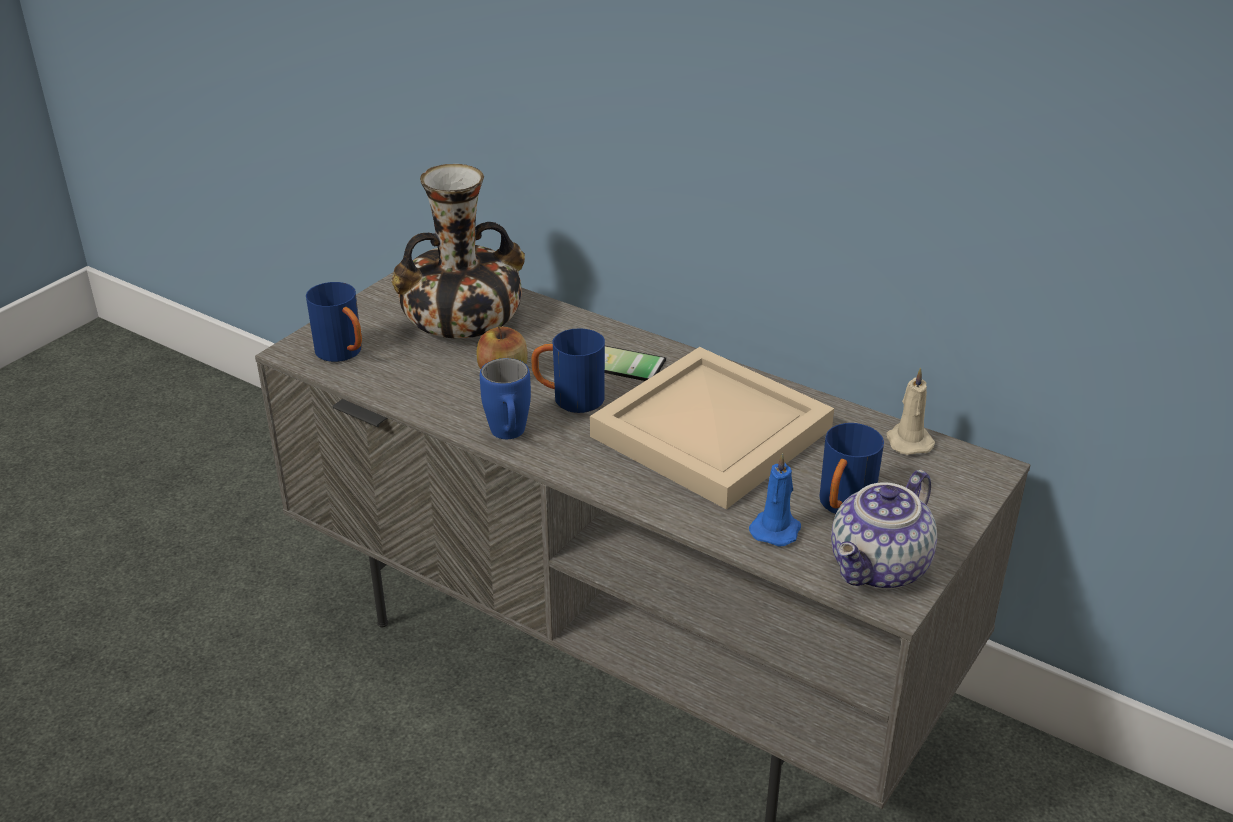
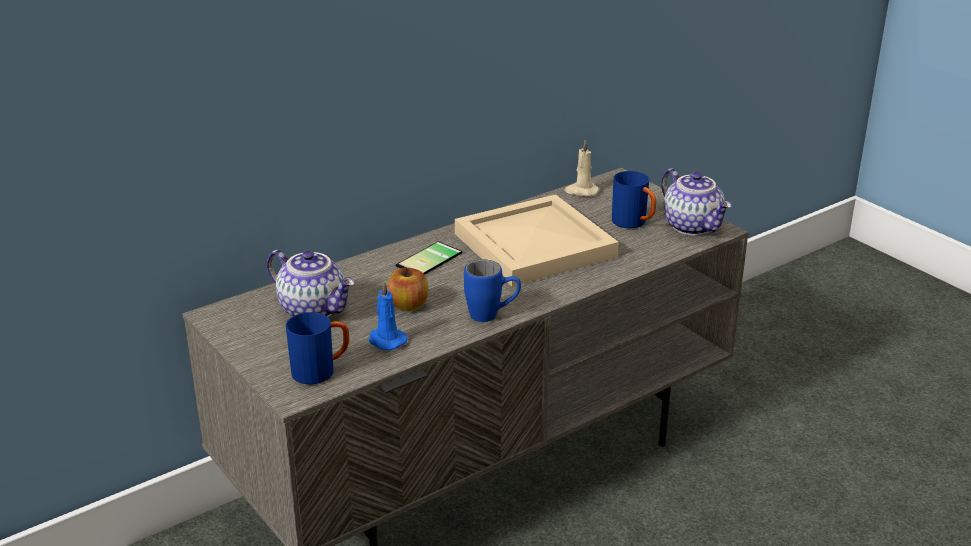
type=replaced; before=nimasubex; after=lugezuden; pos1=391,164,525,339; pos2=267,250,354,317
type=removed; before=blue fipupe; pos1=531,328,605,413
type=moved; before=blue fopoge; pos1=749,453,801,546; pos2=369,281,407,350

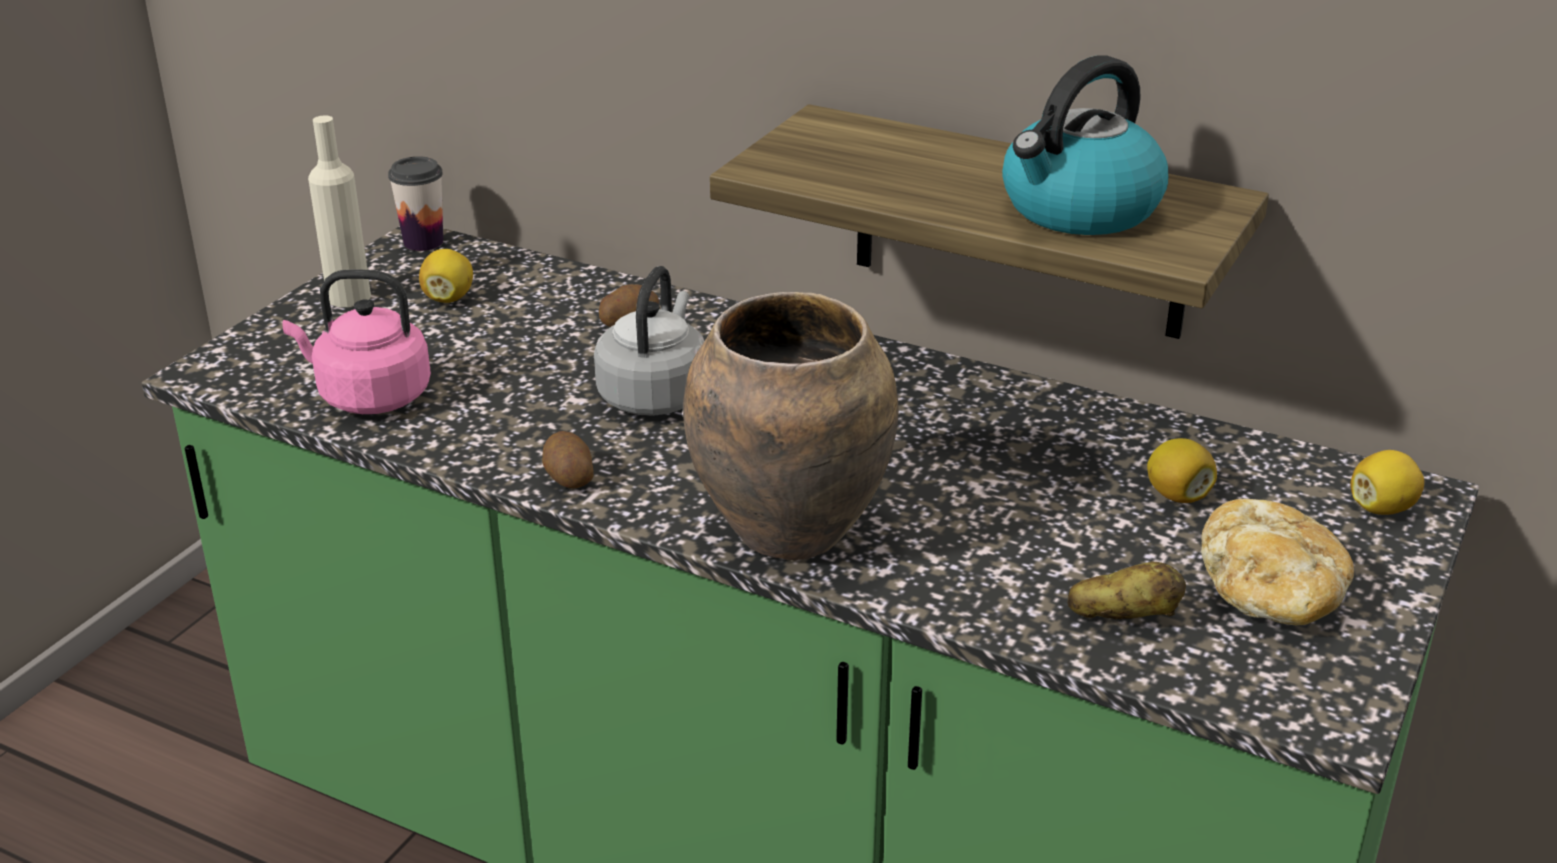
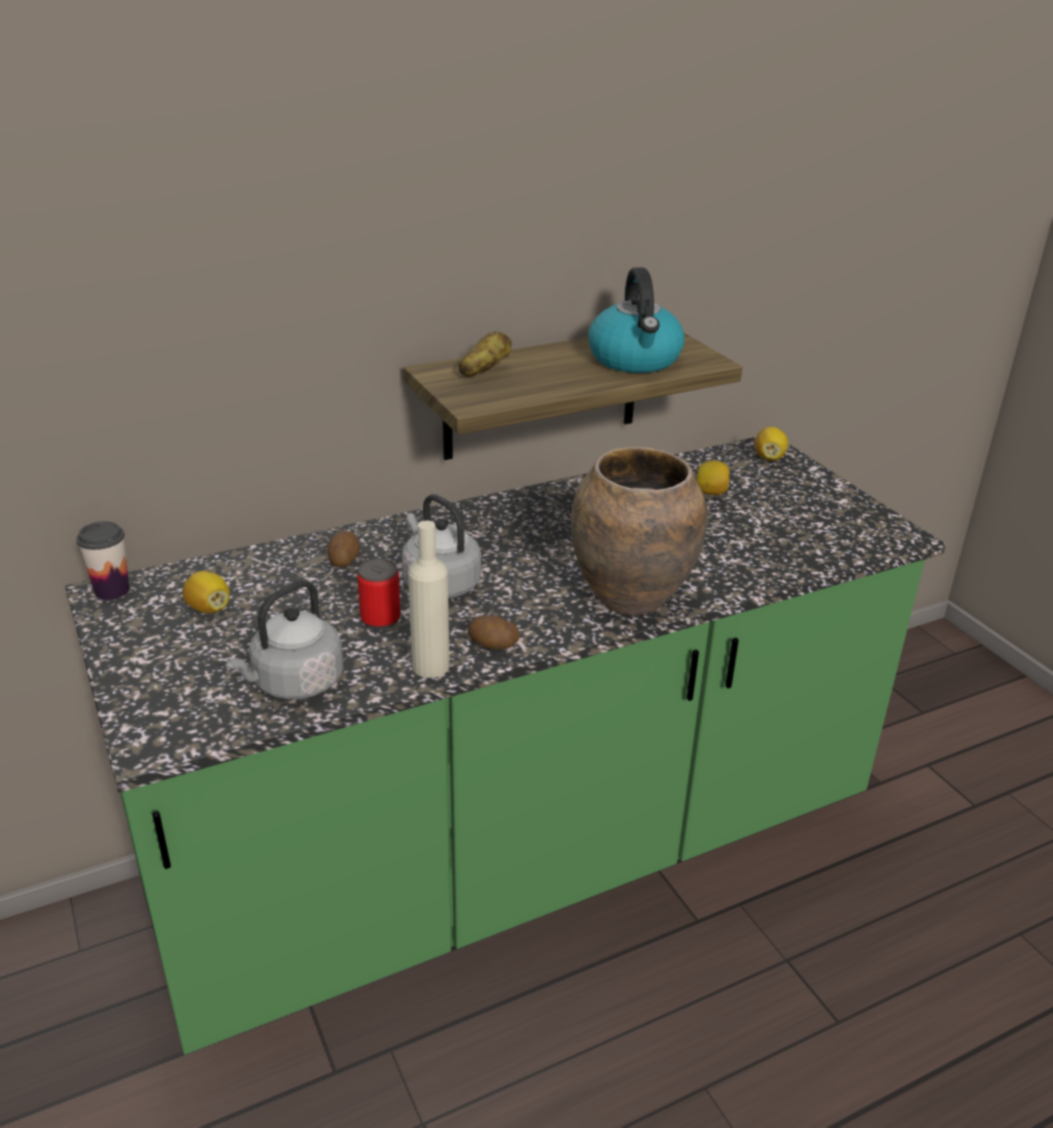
type=recoloured; before=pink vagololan; after=grey vagololan; pos1=283,270,431,414; pos2=227,580,343,699
type=moved; before=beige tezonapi; pos1=308,116,371,307; pos2=408,521,450,678
type=moved; before=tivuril; pos1=1068,561,1186,619; pos2=459,331,511,377
type=removed; before=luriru; pos1=1201,499,1354,625
type=added; after=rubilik; pos2=357,559,401,629

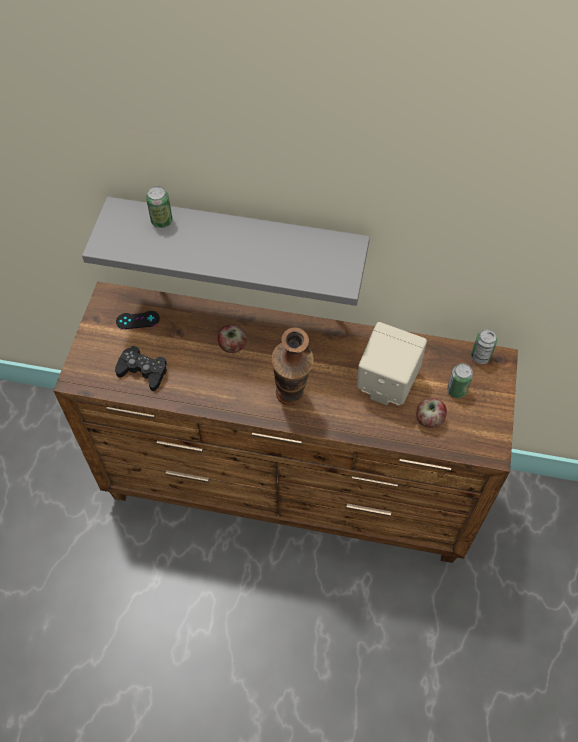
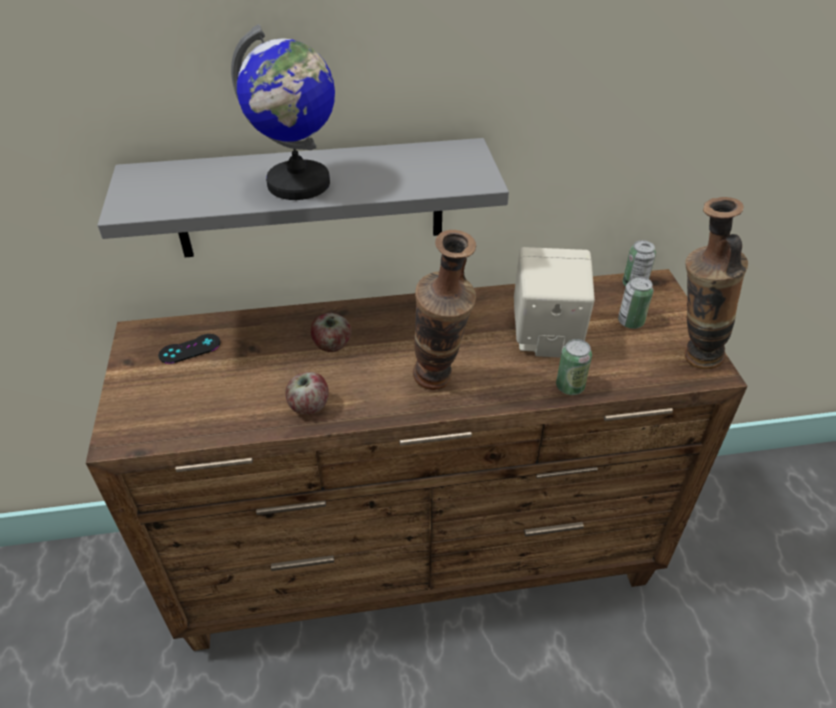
type=removed; before=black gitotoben; pos1=115,346,167,391
type=moved; before=rubilik; pos1=146,186,173,228; pos2=556,339,592,395
type=moved; before=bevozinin; pos1=416,398,447,428; pos2=286,372,329,415
type=added; after=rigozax; pos2=231,24,335,200
type=added; after=nimasubex; pos2=685,197,748,369

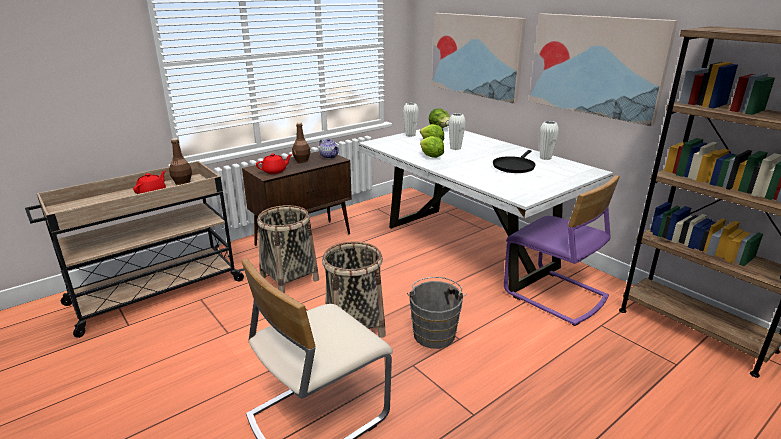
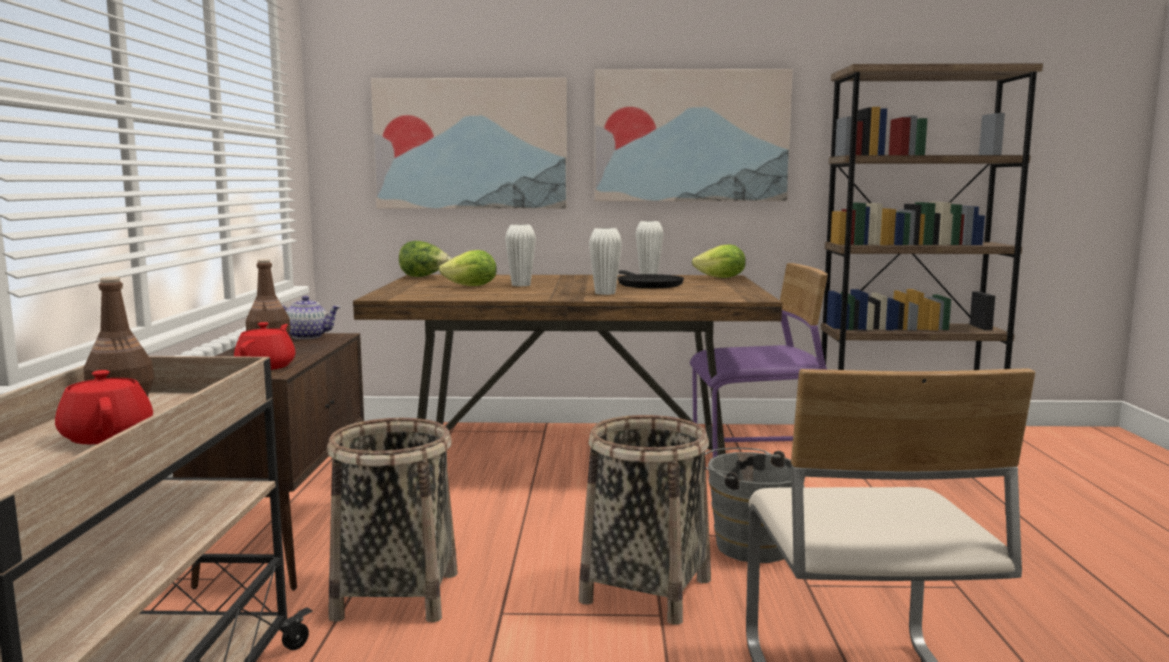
type=recoloured; before=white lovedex; after=brown lovedex; pos1=359,126,613,292; pos2=353,274,783,456
type=moved; before=white nimasubex; pos1=403,103,419,137; pos2=589,228,622,295
type=moved; before=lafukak; pos1=420,136,444,158; pos2=692,244,746,278

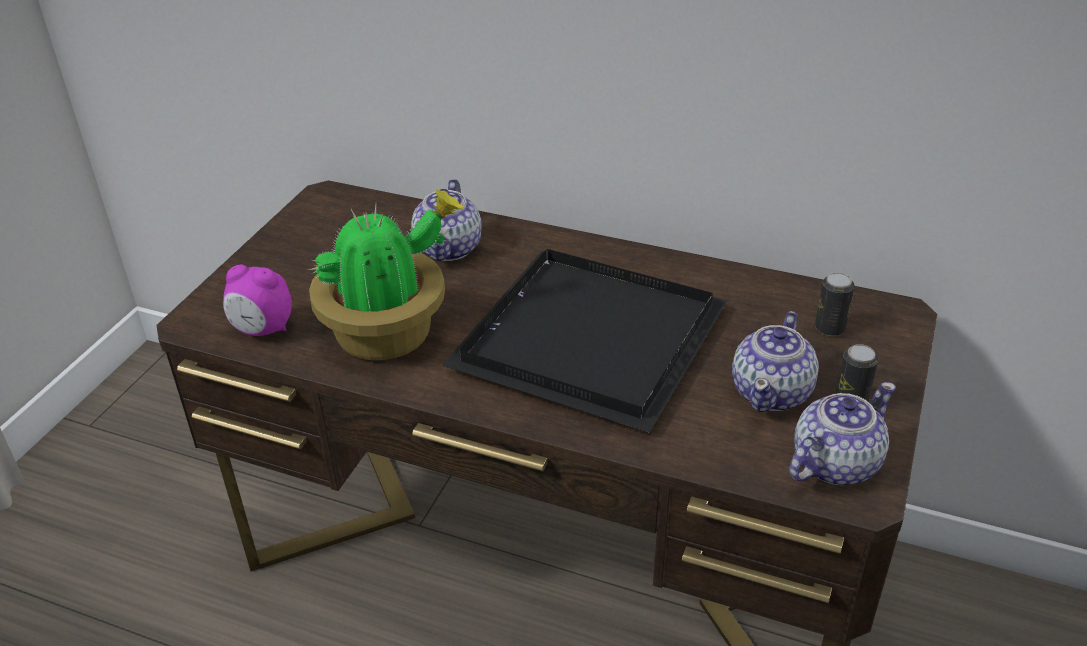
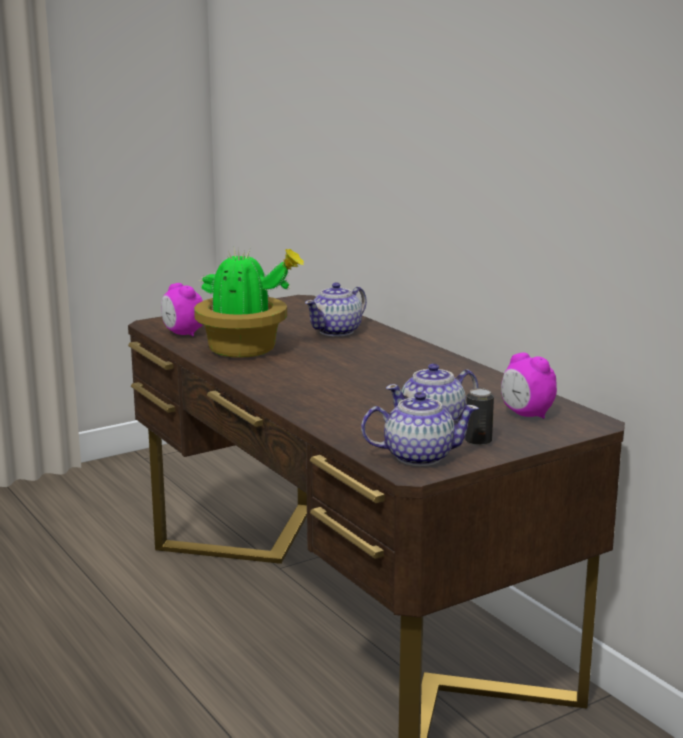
type=removed; before=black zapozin; pos1=442,249,727,433
type=replaced; before=rubilik; after=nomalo; pos1=815,273,855,336; pos2=501,353,557,419

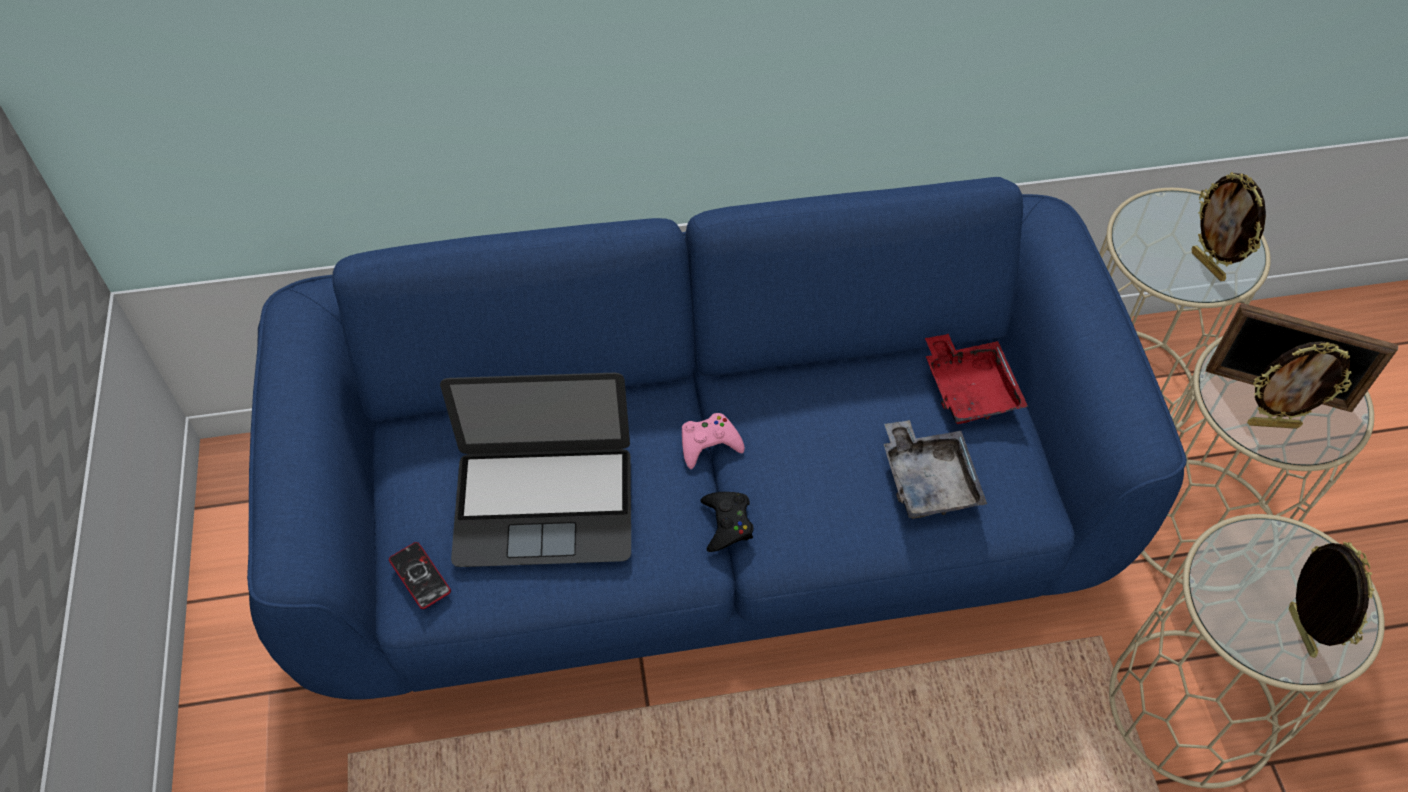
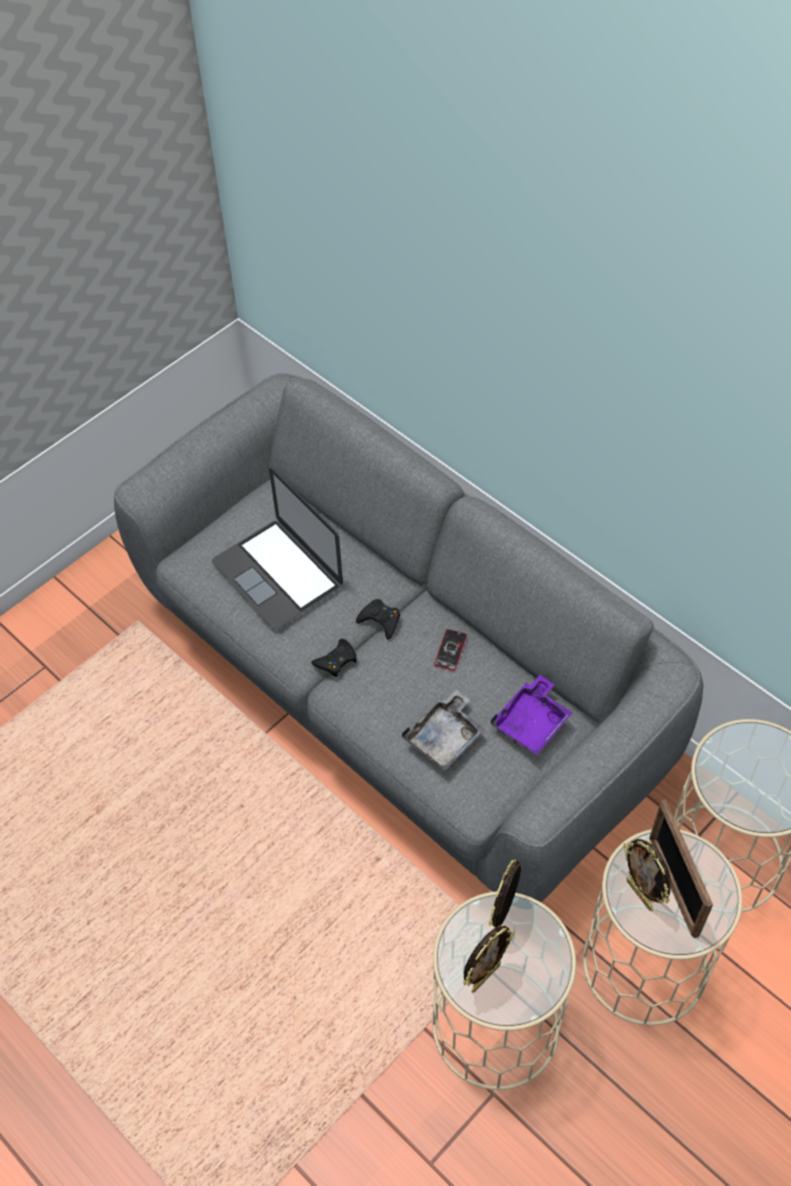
type=recoloured; before=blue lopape; after=grey lopape; pos1=247,177,1187,700; pos2=114,373,703,902
type=moved; before=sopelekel; pos1=389,542,451,609; pos2=434,629,467,671
type=recoloured; before=pink gitotoben; after=black gitotoben; pos1=682,413,745,469; pos2=356,599,400,640
type=recoloured; before=red zapozin; after=purple zapozin; pos1=925,334,1028,424; pos2=491,675,572,755
type=moved; before=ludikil; pos1=1192,172,1266,281; pos2=488,860,521,928

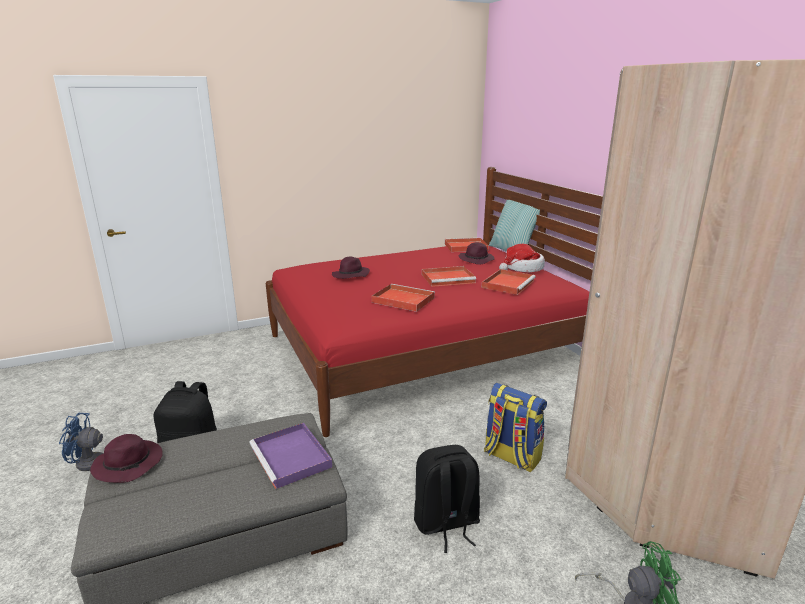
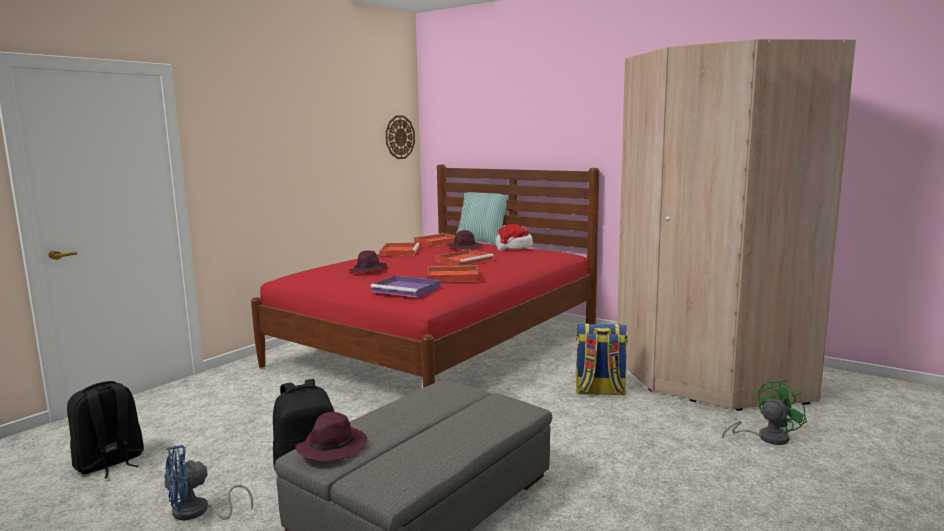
type=moved; before=purple zapozin; pos1=249,423,332,489; pos2=370,275,441,298
type=moved; before=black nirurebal; pos1=414,445,480,553; pos2=67,381,144,478
type=moved; before=red zapozin; pos1=482,269,536,295; pos2=379,243,420,256
type=added; after=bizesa; pos2=386,116,415,159

